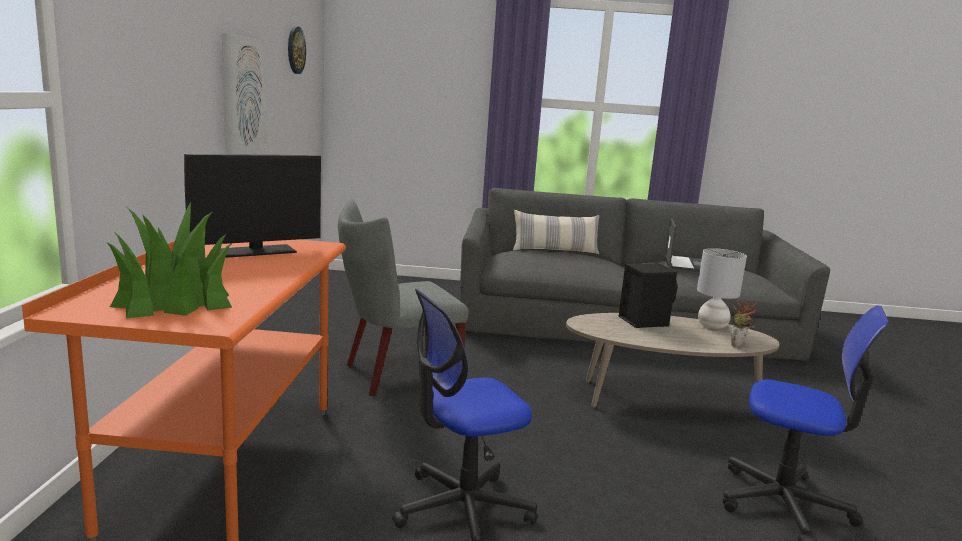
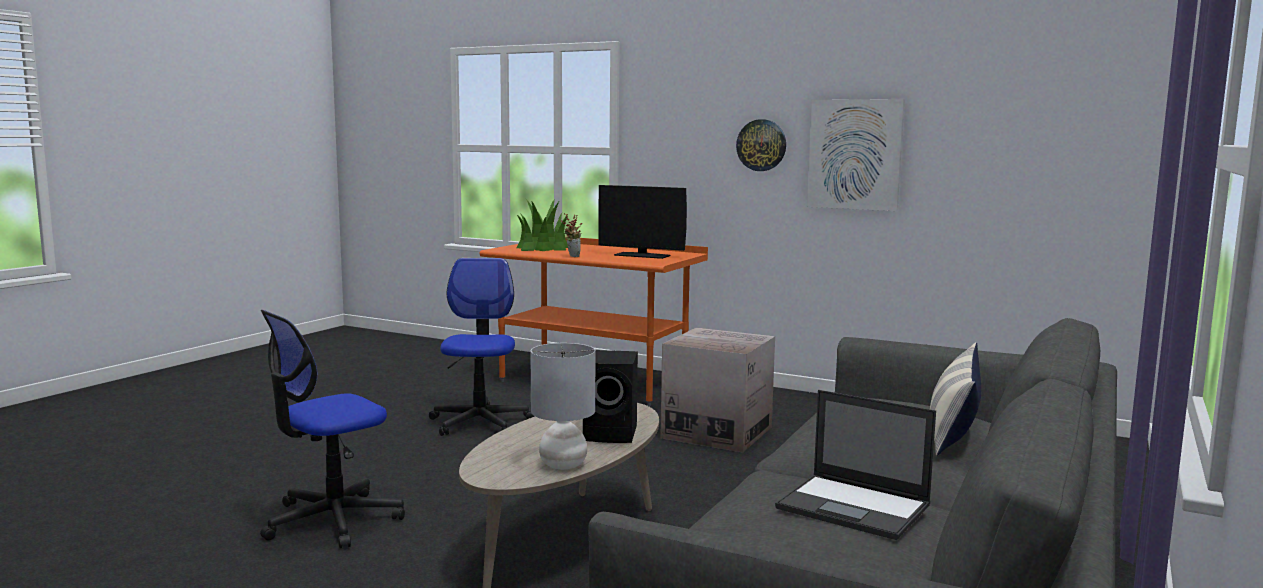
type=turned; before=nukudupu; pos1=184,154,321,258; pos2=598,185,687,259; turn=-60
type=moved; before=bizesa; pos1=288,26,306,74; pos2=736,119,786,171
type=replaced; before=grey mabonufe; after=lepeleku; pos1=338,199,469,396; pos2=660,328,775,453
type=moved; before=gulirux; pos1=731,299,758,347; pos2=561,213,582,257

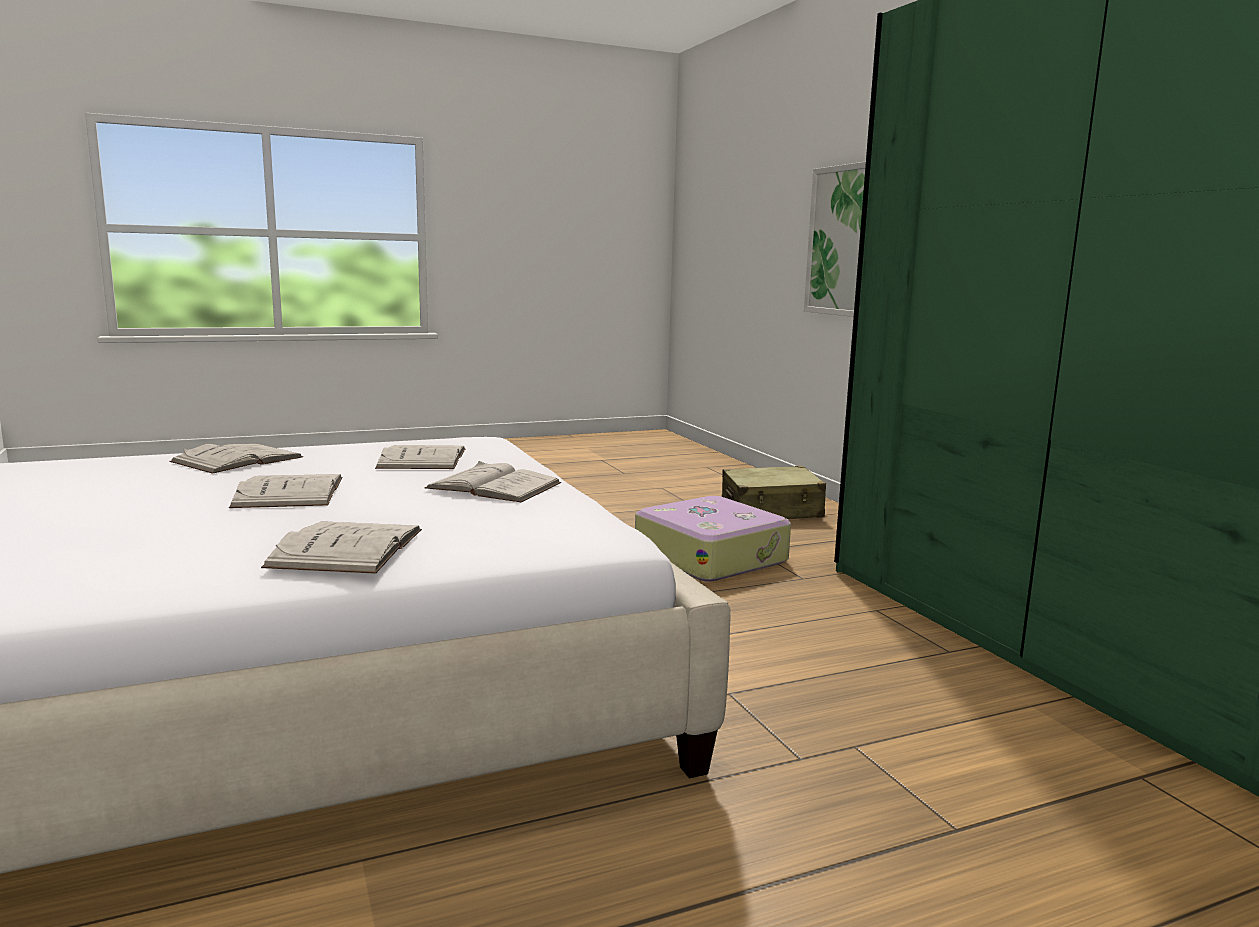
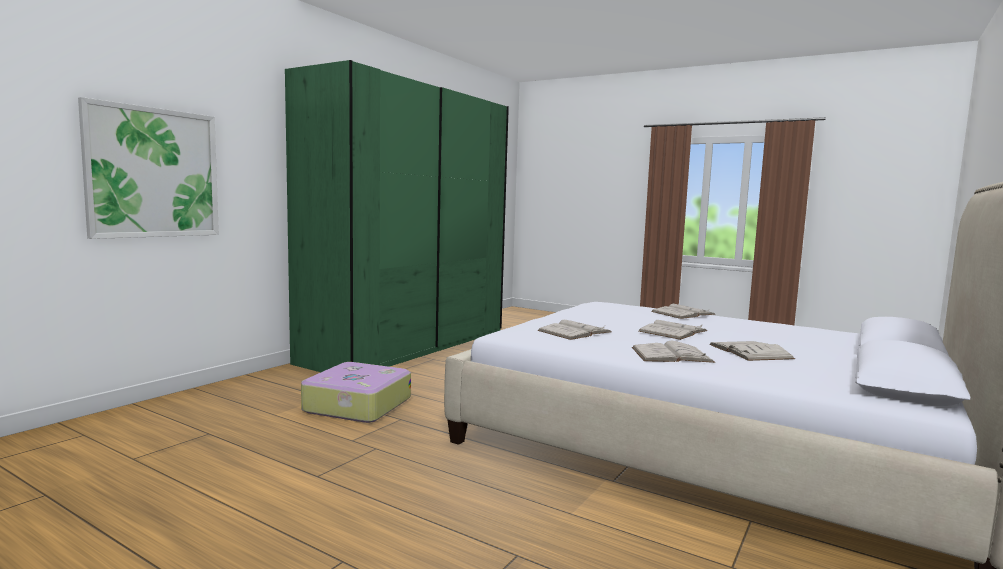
type=moved; before=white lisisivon; pos1=425,461,561,502; pos2=709,341,795,361
type=removed; before=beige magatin; pos1=722,466,826,519

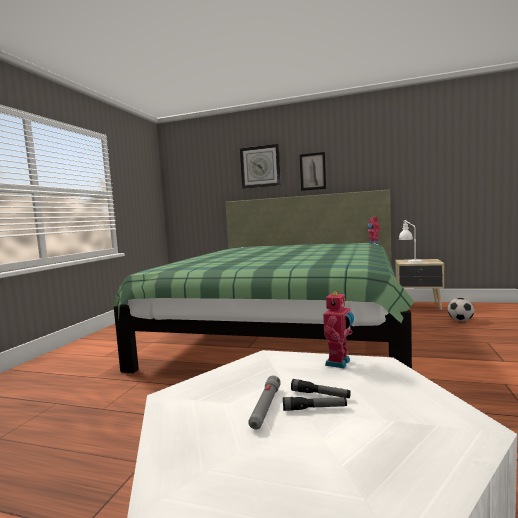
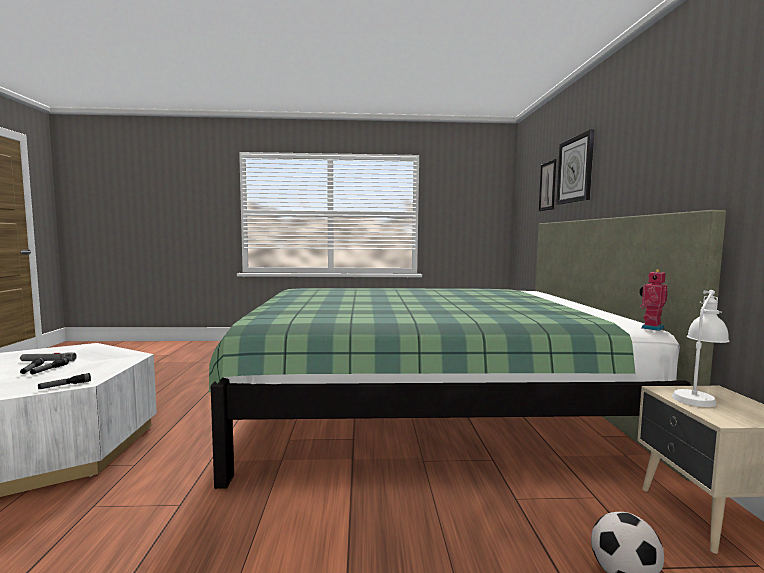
type=moved; before=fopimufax; pos1=300,152,326,191; pos2=539,159,556,211
type=removed; before=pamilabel; pos1=323,291,354,368
type=added; after=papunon; pos2=38,373,91,389

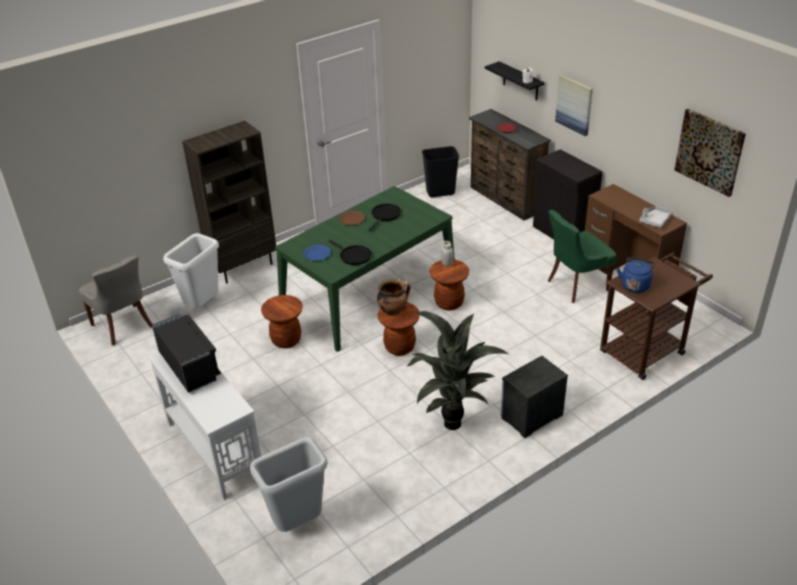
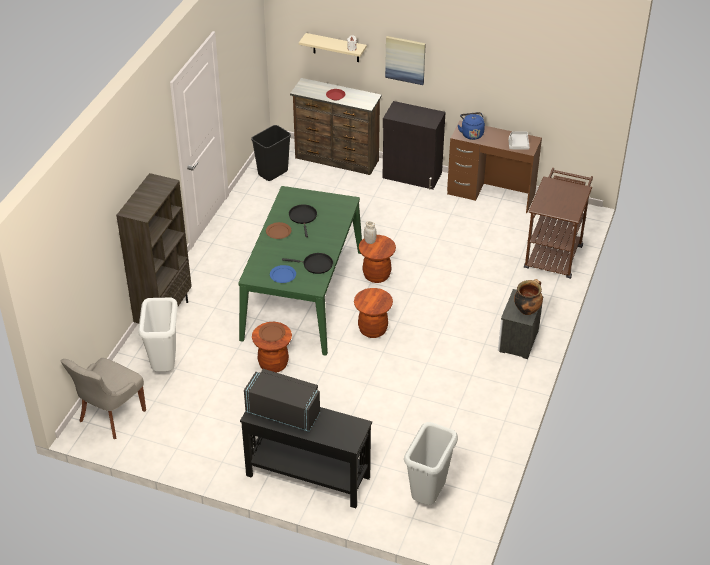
type=turned; before=grey mabonufe; pos1=79,256,153,346; pos2=61,358,146,439; turn=105
type=recoloured; before=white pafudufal; after=black pafudufal; pos1=148,353,261,500; pos2=240,407,372,508
type=moved; before=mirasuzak; pos1=377,278,411,316; pos2=514,279,543,315
type=removed; before=gulirux; pos1=407,311,509,430
type=recoloured; before=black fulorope; after=beige fulorope; pos1=485,61,545,101; pos2=299,33,367,62
type=removed; before=green mabonufe; pos1=548,210,617,303
type=moved; before=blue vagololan; pos1=617,257,655,293; pos2=458,112,485,140
type=removed; before=fopimufax; pos1=674,109,746,197
type=added; after=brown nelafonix; pos2=259,323,285,342

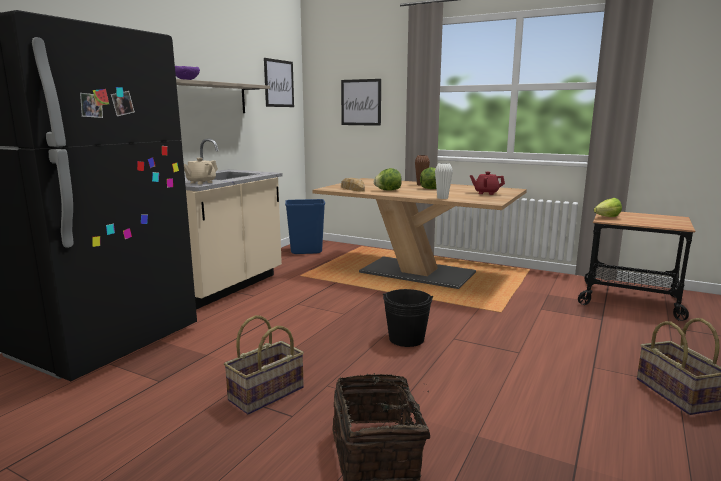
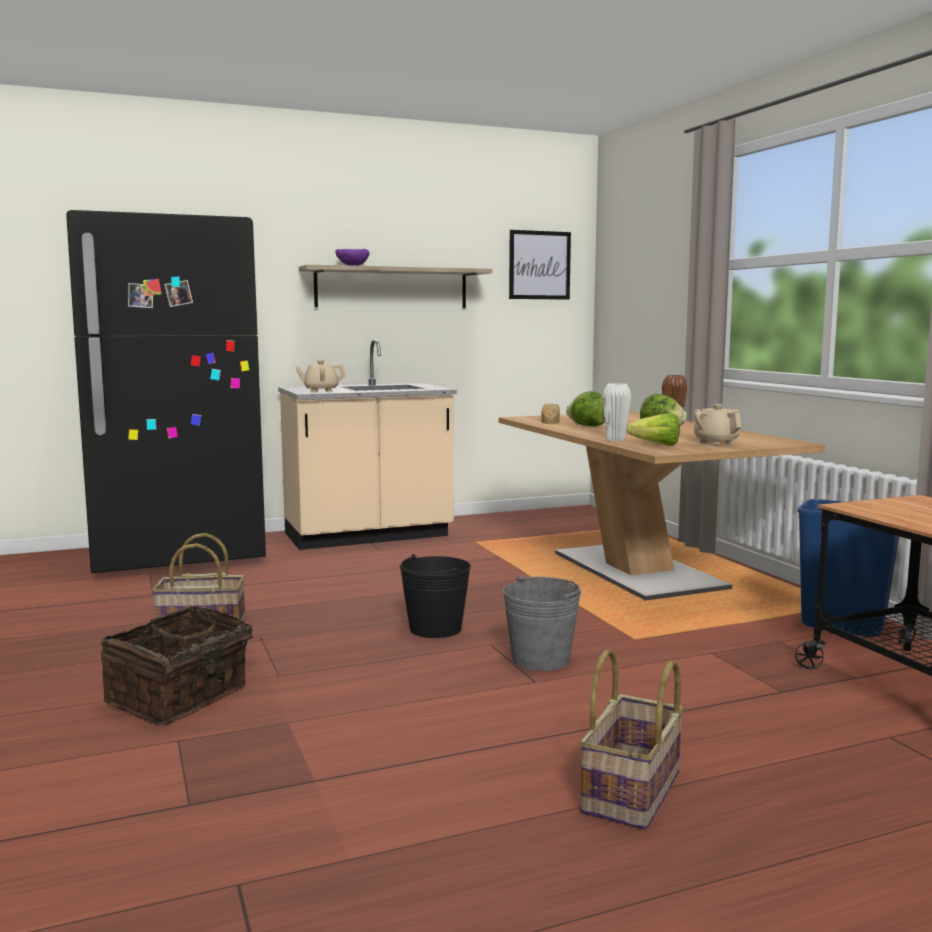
type=moved; before=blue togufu; pos1=285,199,325,254; pos2=797,499,899,637
type=removed; before=fopimufax; pos1=341,79,381,126
type=recoloured; before=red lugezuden; after=beige lugezuden; pos1=470,172,505,195; pos2=694,404,741,445
type=moved; before=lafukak; pos1=594,198,622,217; pos2=627,413,680,446
type=added; after=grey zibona; pos2=502,576,581,671

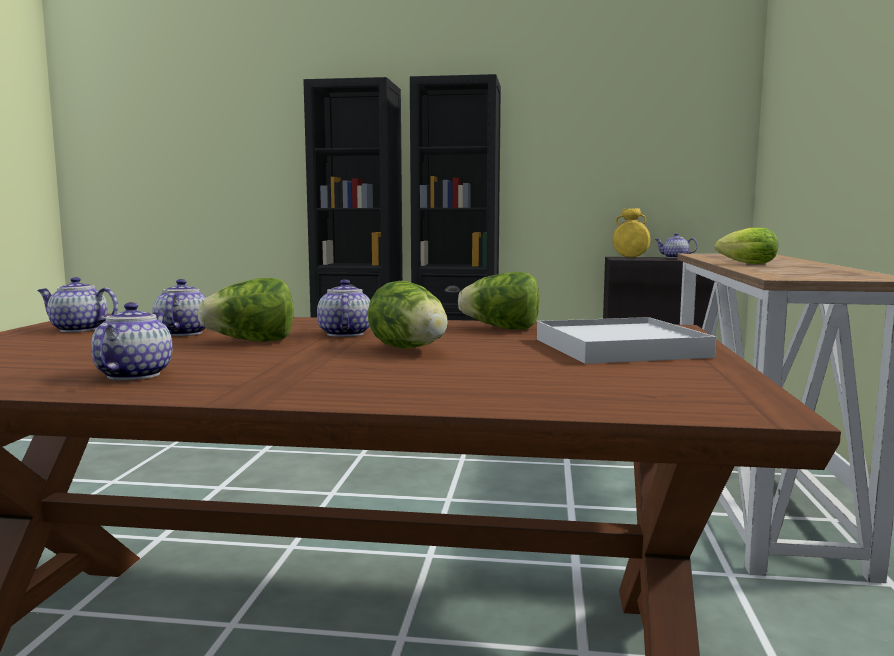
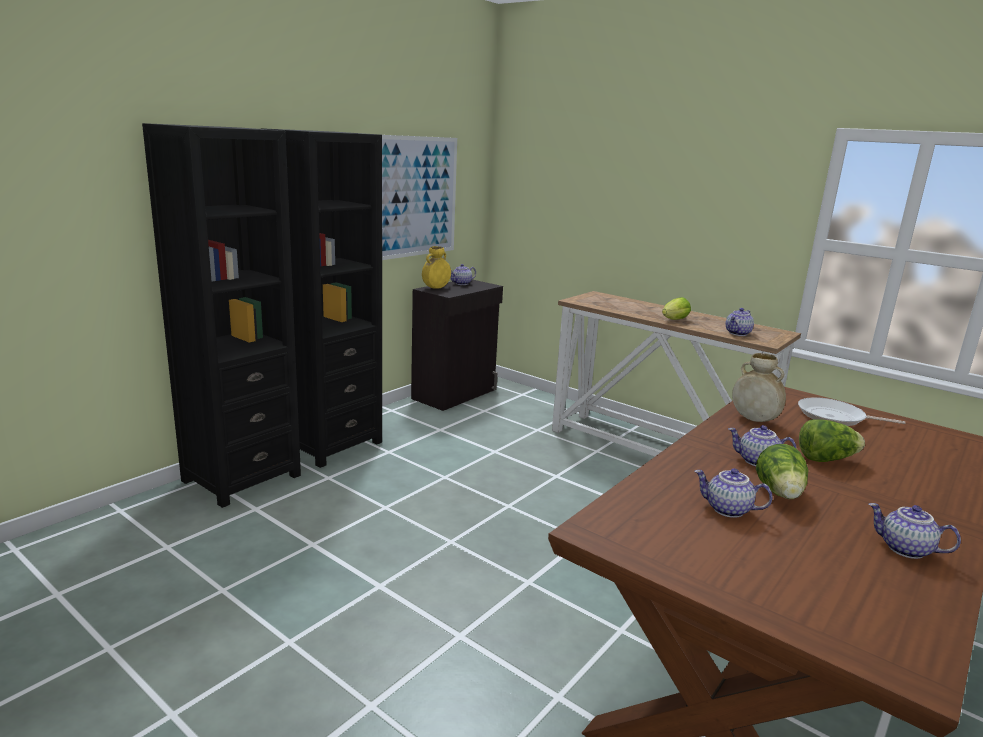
type=moved; before=lugezuden; pos1=37,277,118,332; pos2=726,308,754,336
type=replaced; before=lafukak; after=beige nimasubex; pos1=458,272,540,329; pos2=732,353,786,422
type=replaced; before=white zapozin; after=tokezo; pos1=537,317,716,364; pos2=798,397,906,426
type=added; after=fopimufax; pos2=382,135,457,260

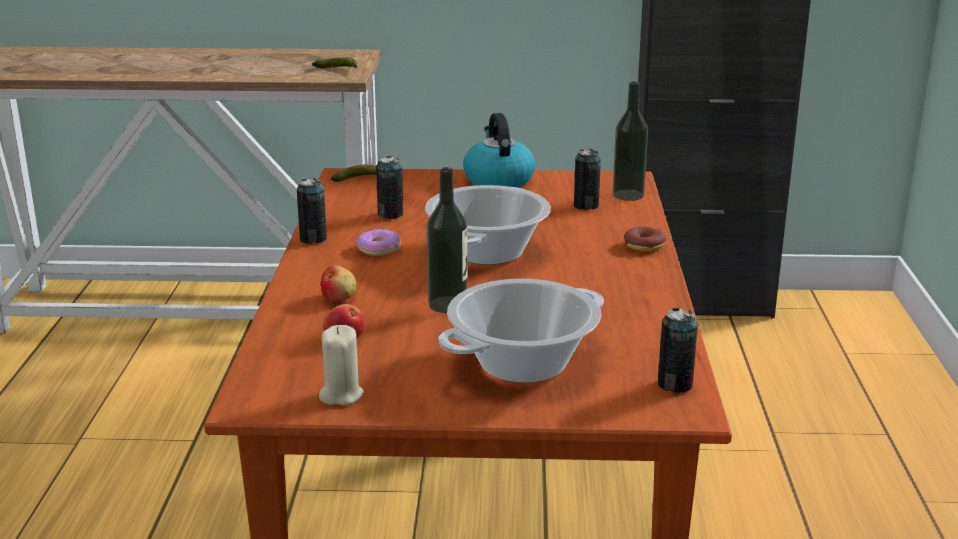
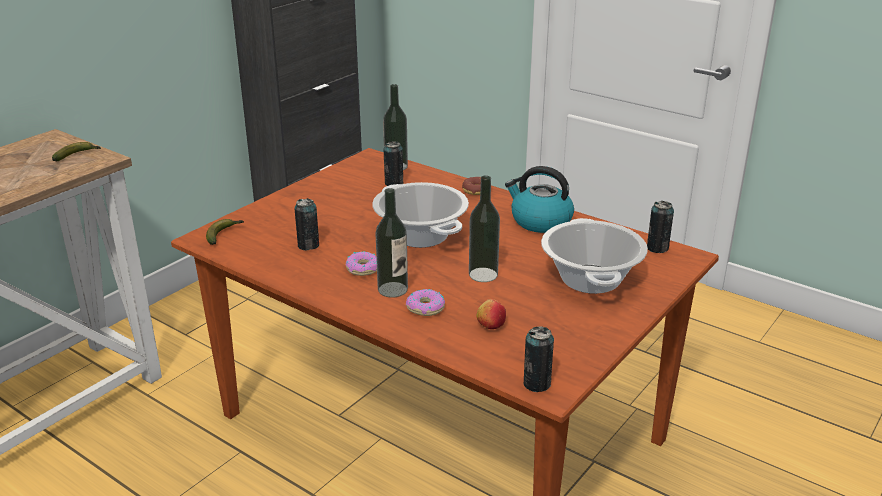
type=moved; before=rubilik; pos1=297,178,327,244; pos2=524,326,554,392
type=removed; before=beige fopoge; pos1=319,325,364,405
type=replaced; before=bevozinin; after=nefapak; pos1=321,265,357,302; pos2=406,289,445,316
type=moved; before=vagololan; pos1=463,113,535,187; pos2=505,166,574,233
type=added; after=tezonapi; pos2=375,188,408,298

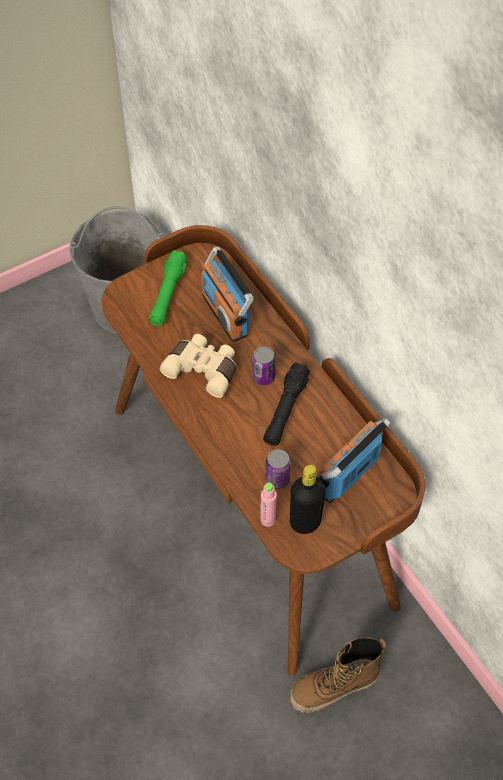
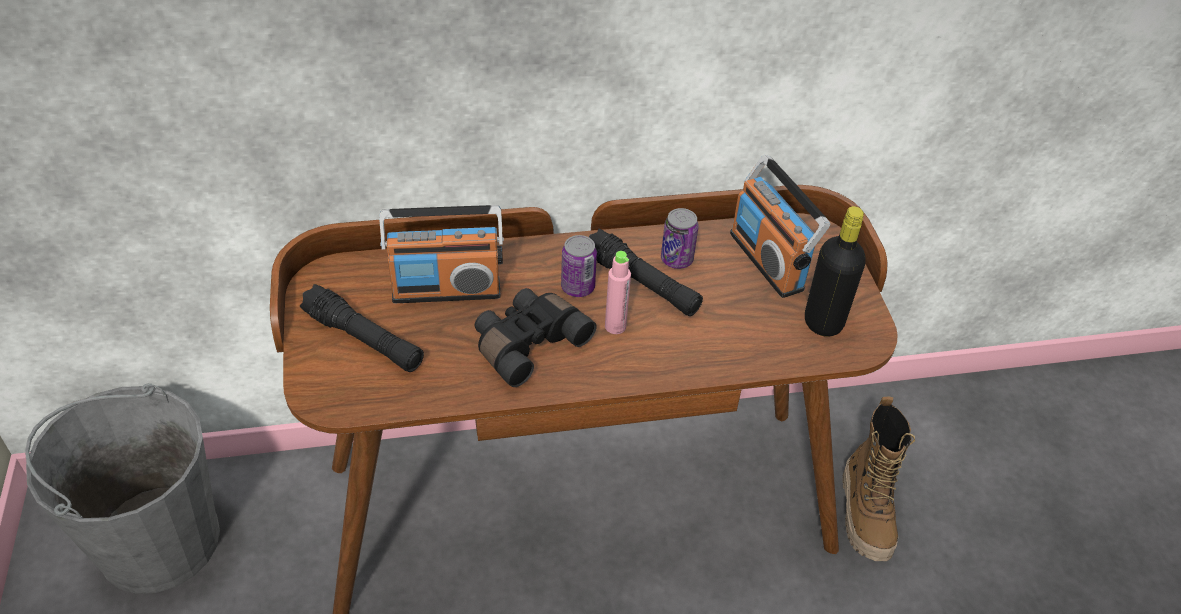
type=recoloured; before=green papunon; after=black papunon; pos1=149,250,188,326; pos2=300,284,424,372
type=recoloured; before=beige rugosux; after=black rugosux; pos1=159,334,236,398; pos2=475,288,597,387
type=moved; before=pink tezonapi; pos1=260,482,277,527; pos2=605,251,631,334
type=moved; before=rubilik; pos1=265,449,291,489; pos2=661,208,699,269

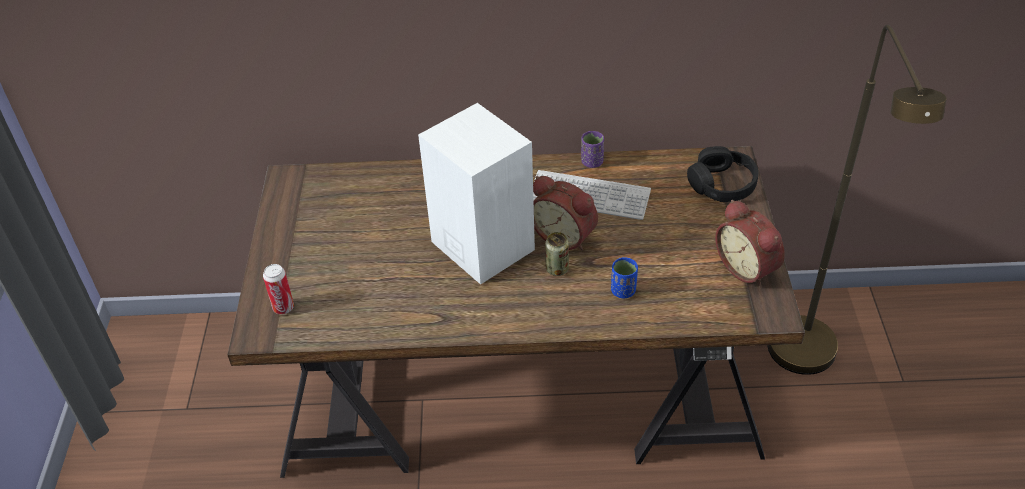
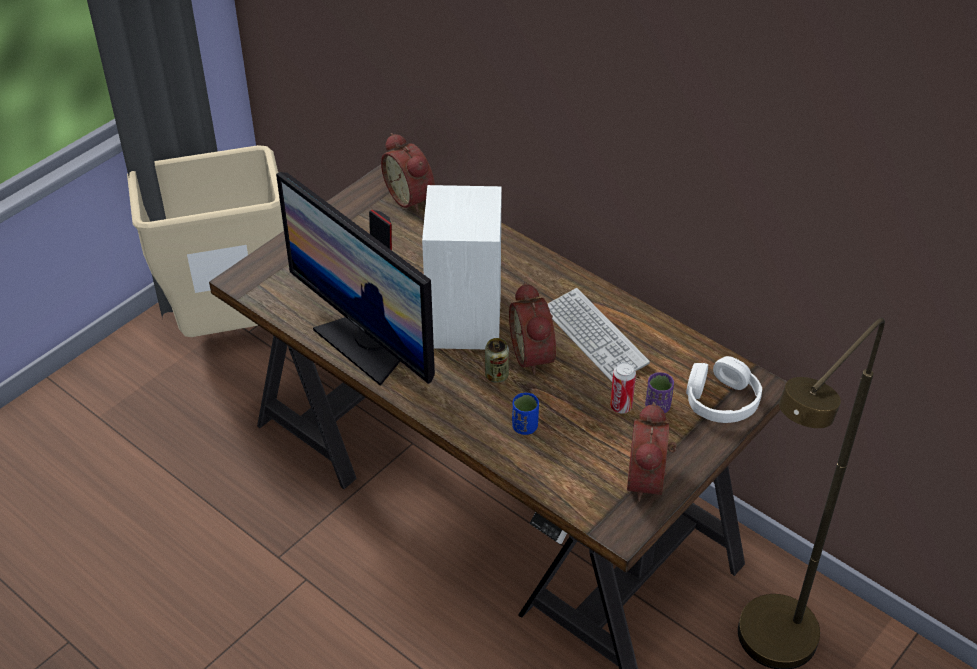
type=moved; before=rubilik; pos1=263,264,294,314; pos2=610,362,636,414
type=moved; before=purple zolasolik; pos1=581,131,604,168; pos2=645,372,674,413
type=recoloured; before=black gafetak; after=white gafetak; pos1=687,146,759,202; pos2=686,356,762,423
type=added; after=beige togufu; pos2=127,145,284,337
type=added; after=nukudupu; pos2=276,172,435,386
type=added; after=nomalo; pos2=381,133,435,212

